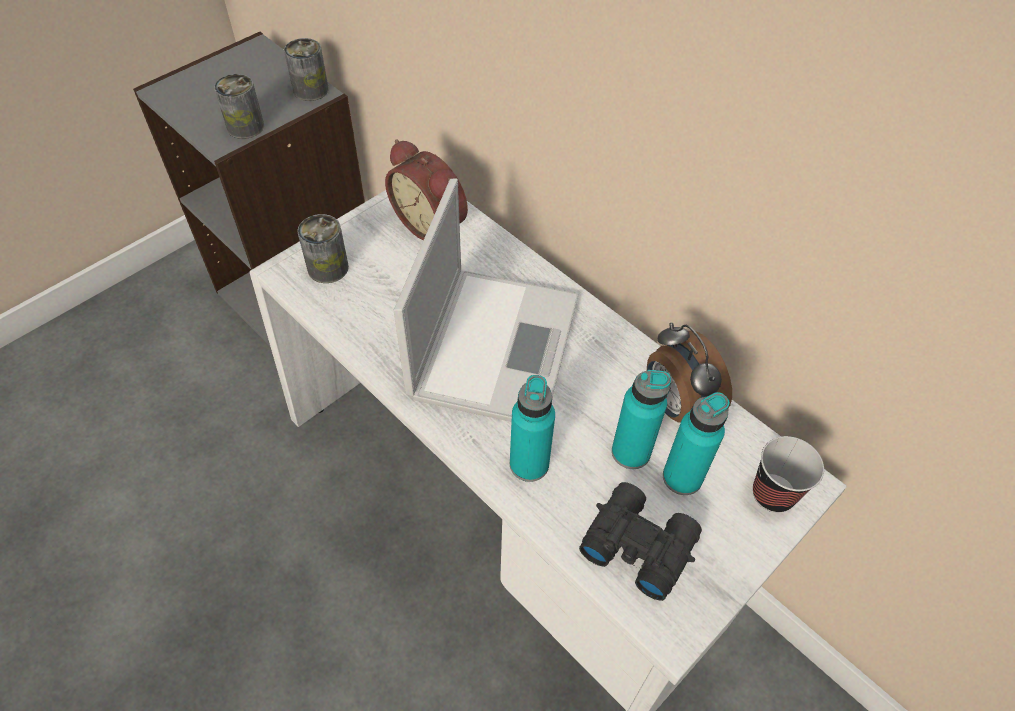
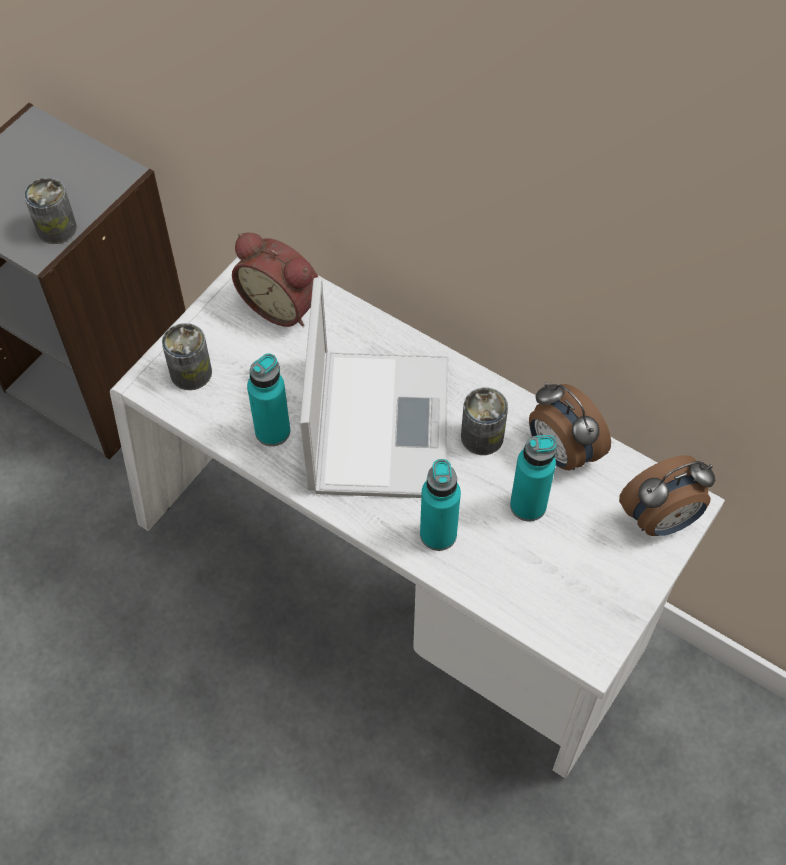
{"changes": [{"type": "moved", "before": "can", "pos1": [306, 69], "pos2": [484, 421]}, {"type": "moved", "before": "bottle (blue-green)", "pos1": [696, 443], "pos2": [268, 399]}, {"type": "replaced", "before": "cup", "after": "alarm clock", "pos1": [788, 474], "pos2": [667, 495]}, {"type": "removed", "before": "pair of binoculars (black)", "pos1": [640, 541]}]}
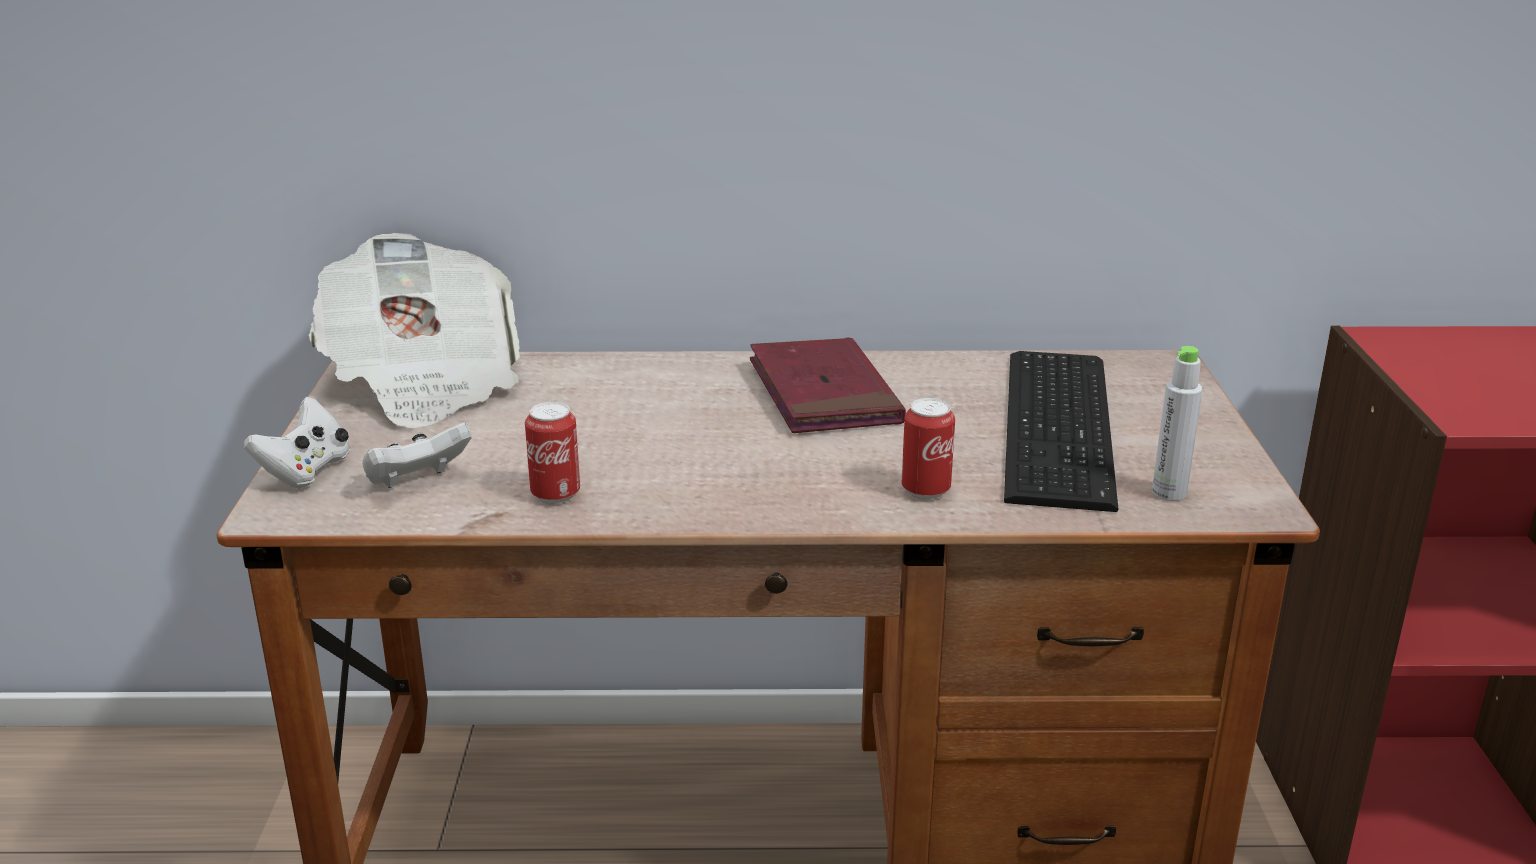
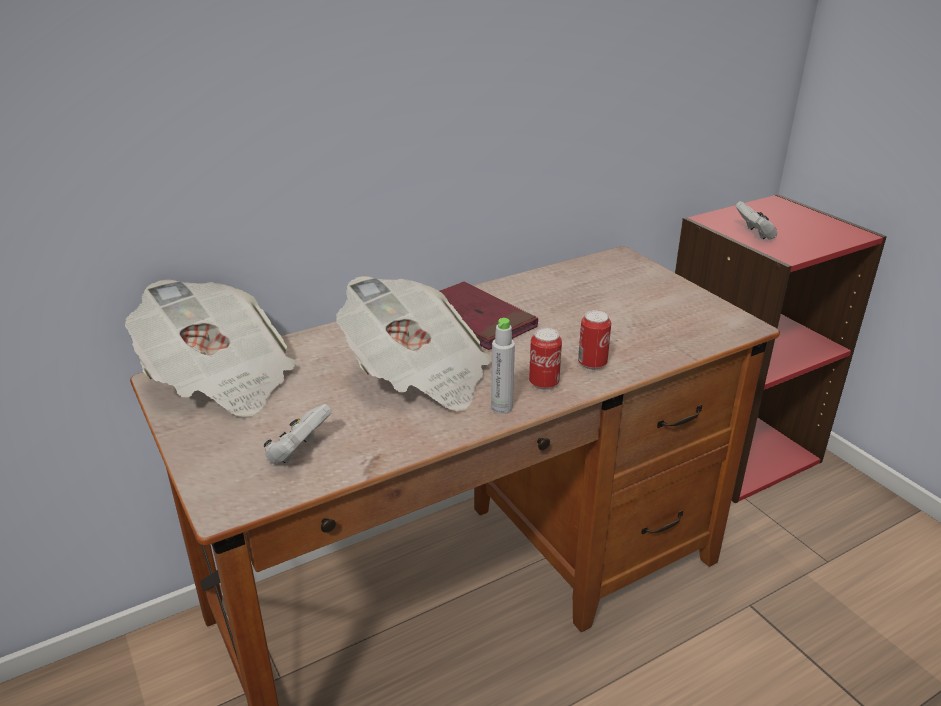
{"changes": [{"type": "moved", "before": "bottle (gray)", "pos1": [1177, 423], "pos2": [503, 366]}, {"type": "removed", "before": "PC keyboard", "pos1": [1061, 431]}, {"type": "moved", "before": "game controller (white-coloured)", "pos1": [297, 442], "pos2": [756, 220]}, {"type": "moved", "before": "can", "pos1": [552, 453], "pos2": [545, 359]}, {"type": "added", "after": "printed paper", "pos2": [413, 343]}]}
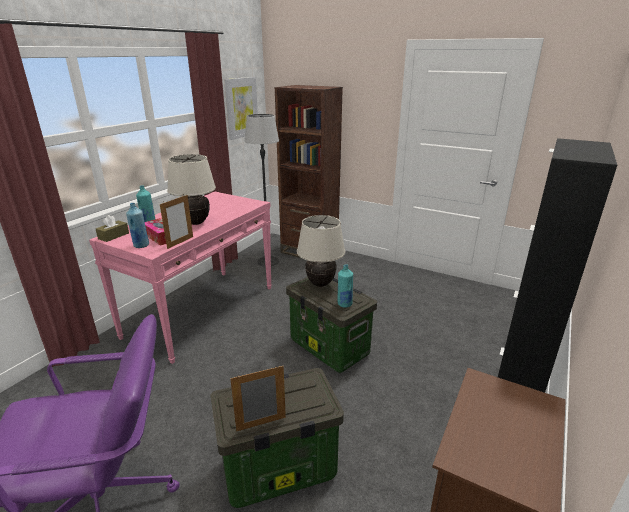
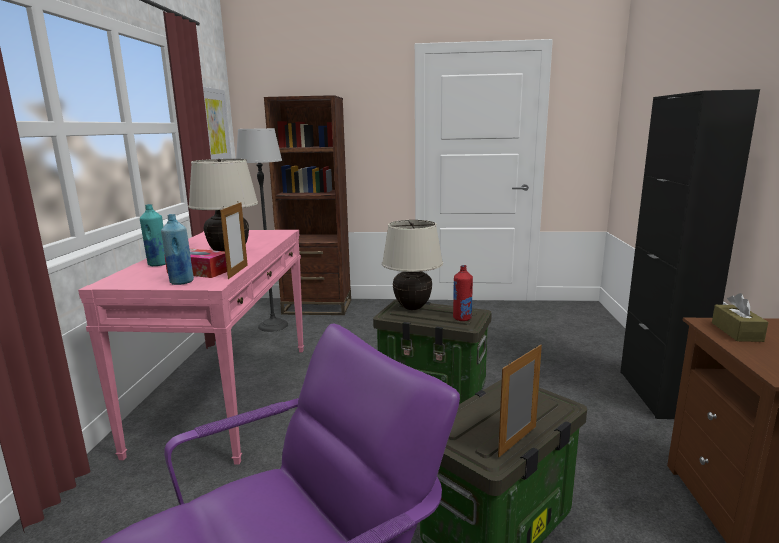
{"changes": [{"type": "moved", "before": "tissue holder (brown)", "pos1": [112, 228], "pos2": [740, 317]}, {"type": "recoloured", "before": "bottle (blue-green)", "after": "bottle (red-coloured)", "pos1": [345, 286], "pos2": [463, 293]}]}
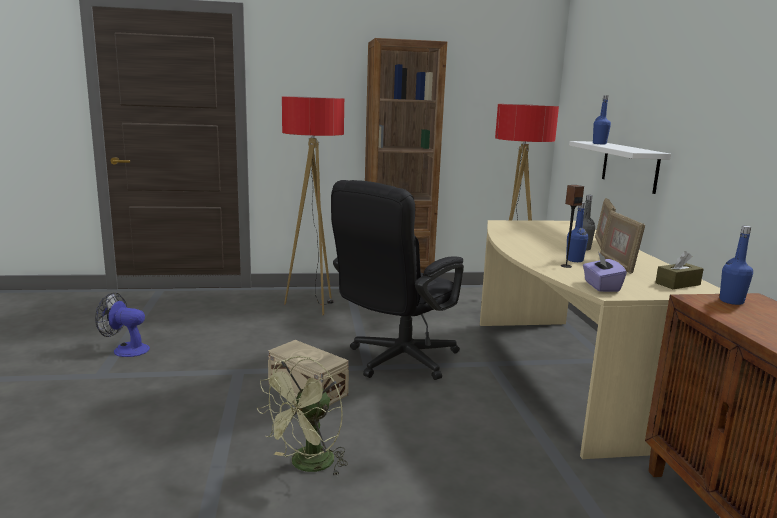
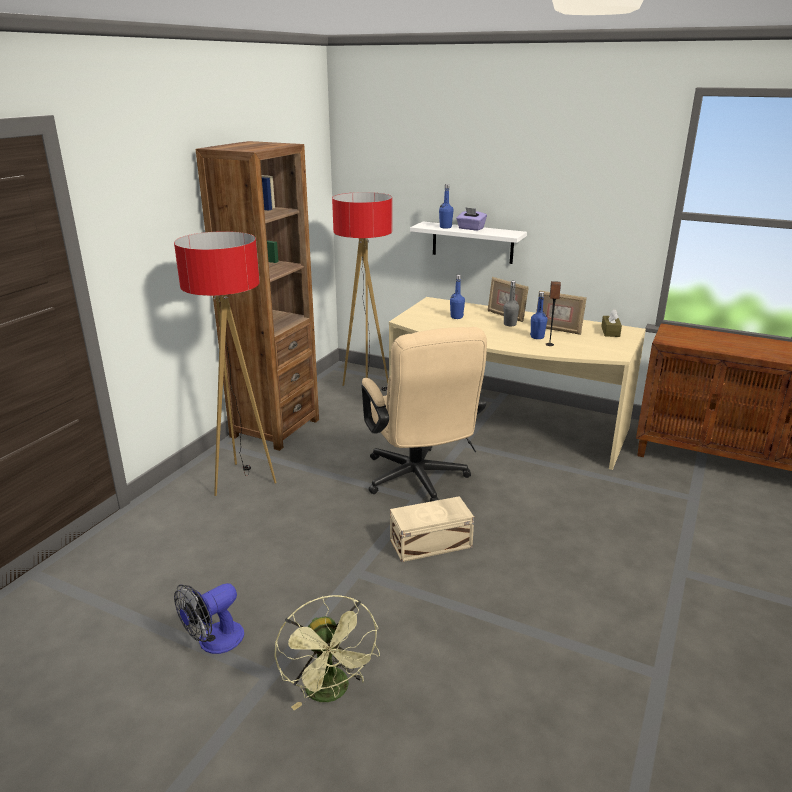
{"changes": [{"type": "recoloured", "before": "office chair (black)", "after": "office chair (beige-coloured)", "pos1": [397, 280], "pos2": [424, 414]}, {"type": "moved", "before": "bottle (bluish)", "pos1": [736, 265], "pos2": [457, 297]}, {"type": "moved", "before": "tissue holder (purple-coloured)", "pos1": [605, 272], "pos2": [471, 219]}, {"type": "moved", "before": "electric fan (green)", "pos1": [302, 415], "pos2": [327, 652]}]}
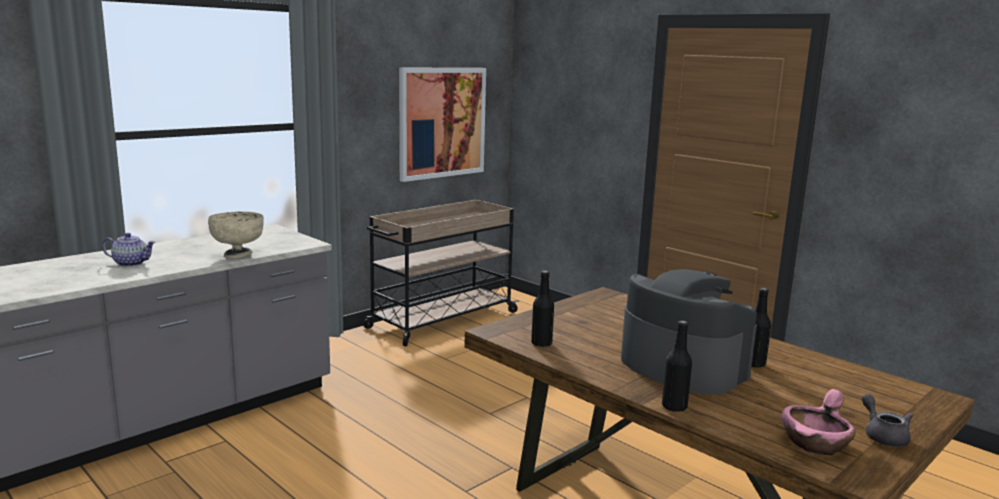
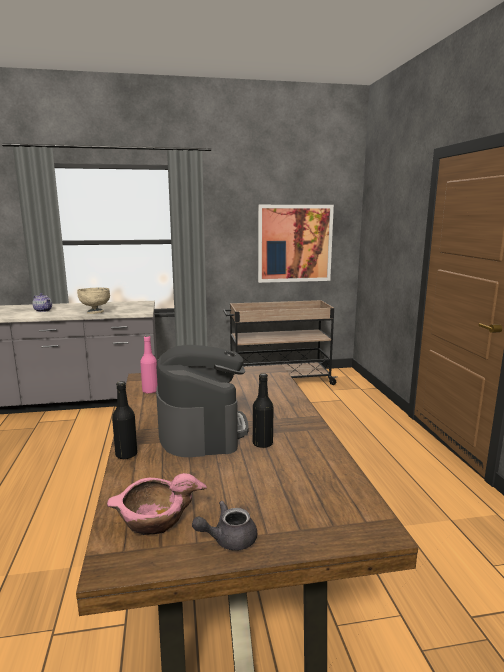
{"changes": [{"type": "recoloured", "before": "bottle (black)", "after": "bottle (pinkish)", "pos1": [542, 309], "pos2": [148, 365]}, {"type": "turned", "before": "pot for tea (gray)", "pos1": [887, 420], "pos2": [224, 526], "turn": -135}]}
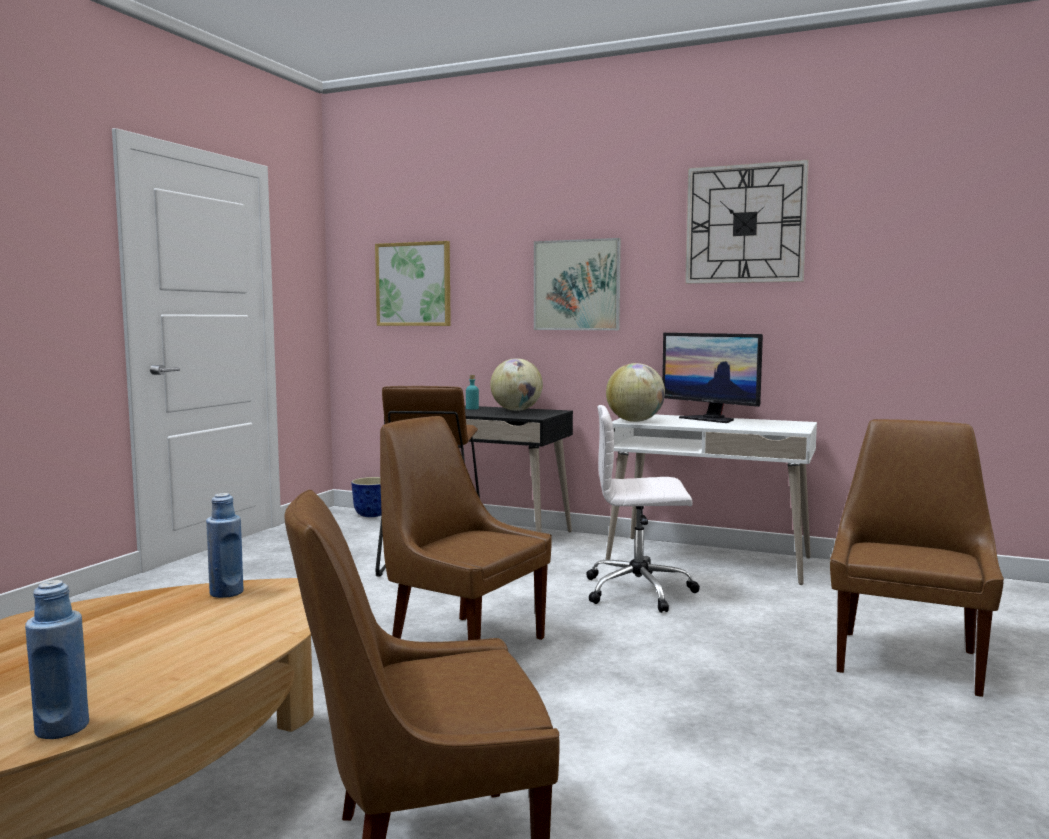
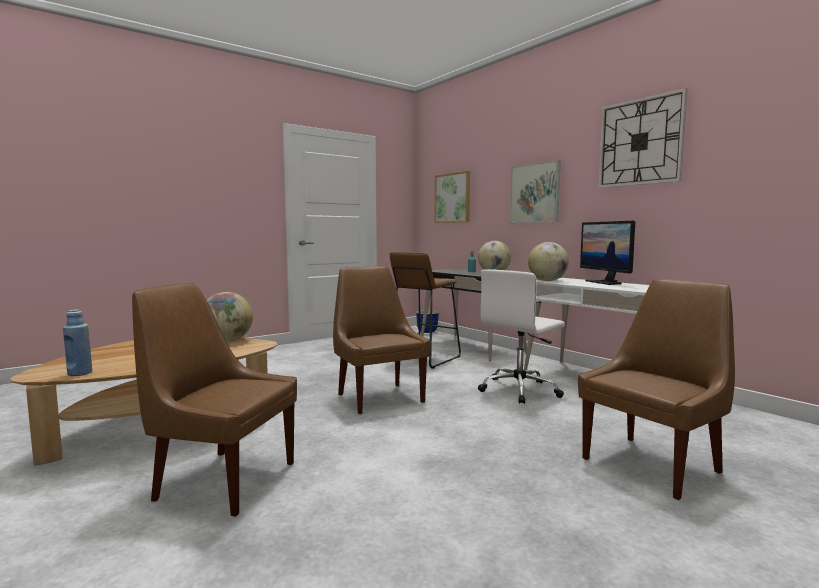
{"changes": [{"type": "turned", "before": "office chair (white-coloured)", "pos1": [643, 509], "pos2": [521, 336], "turn": -75}, {"type": "replaced", "before": "bottle (bluish)", "after": "desk globe", "pos1": [225, 545], "pos2": [230, 317]}]}
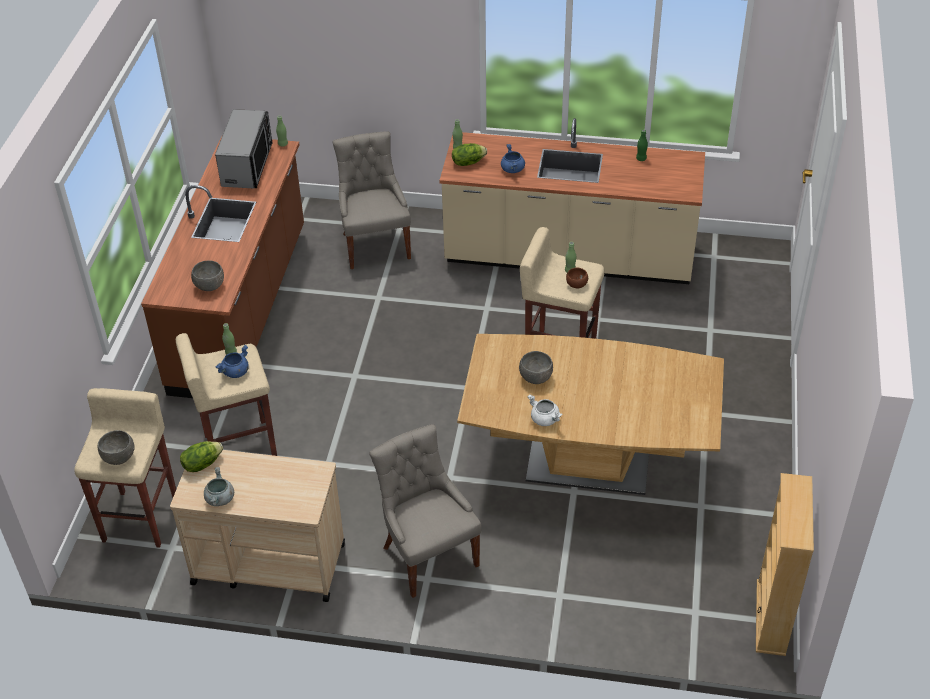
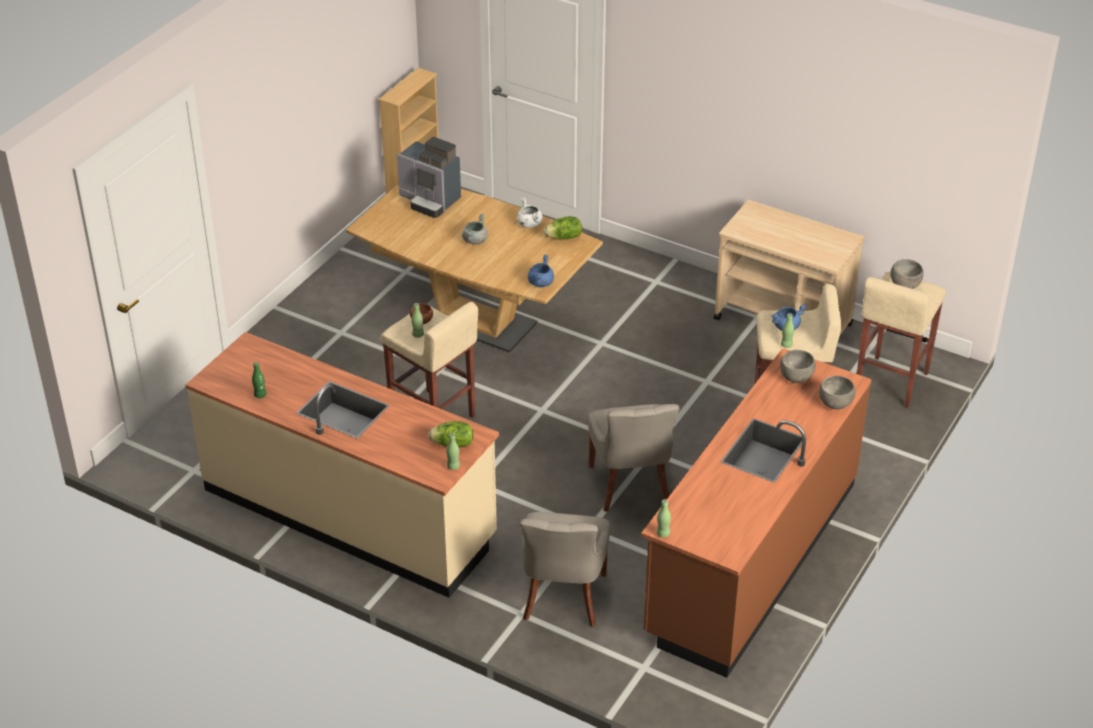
{"changes": [{"type": "removed", "before": "kitchen microwave", "pos1": [244, 148]}, {"type": "moved", "before": "stockpot (bluish)", "pos1": [513, 158], "pos2": [541, 271]}, {"type": "moved", "before": "deep dish (gray)", "pos1": [536, 367], "pos2": [837, 392]}, {"type": "moved", "before": "plain chair (gray)", "pos1": [425, 511], "pos2": [634, 458]}, {"type": "moved", "before": "head of lettuce", "pos1": [201, 456], "pos2": [563, 228]}, {"type": "moved", "before": "stockpot (gray)", "pos1": [219, 486], "pos2": [475, 229]}, {"type": "added", "after": "coffee brewer", "pos2": [429, 177]}]}
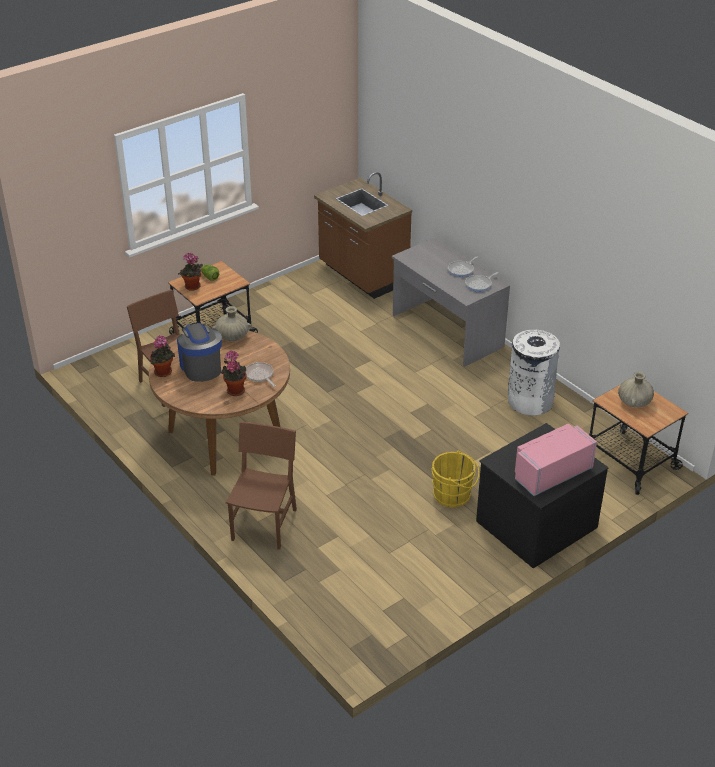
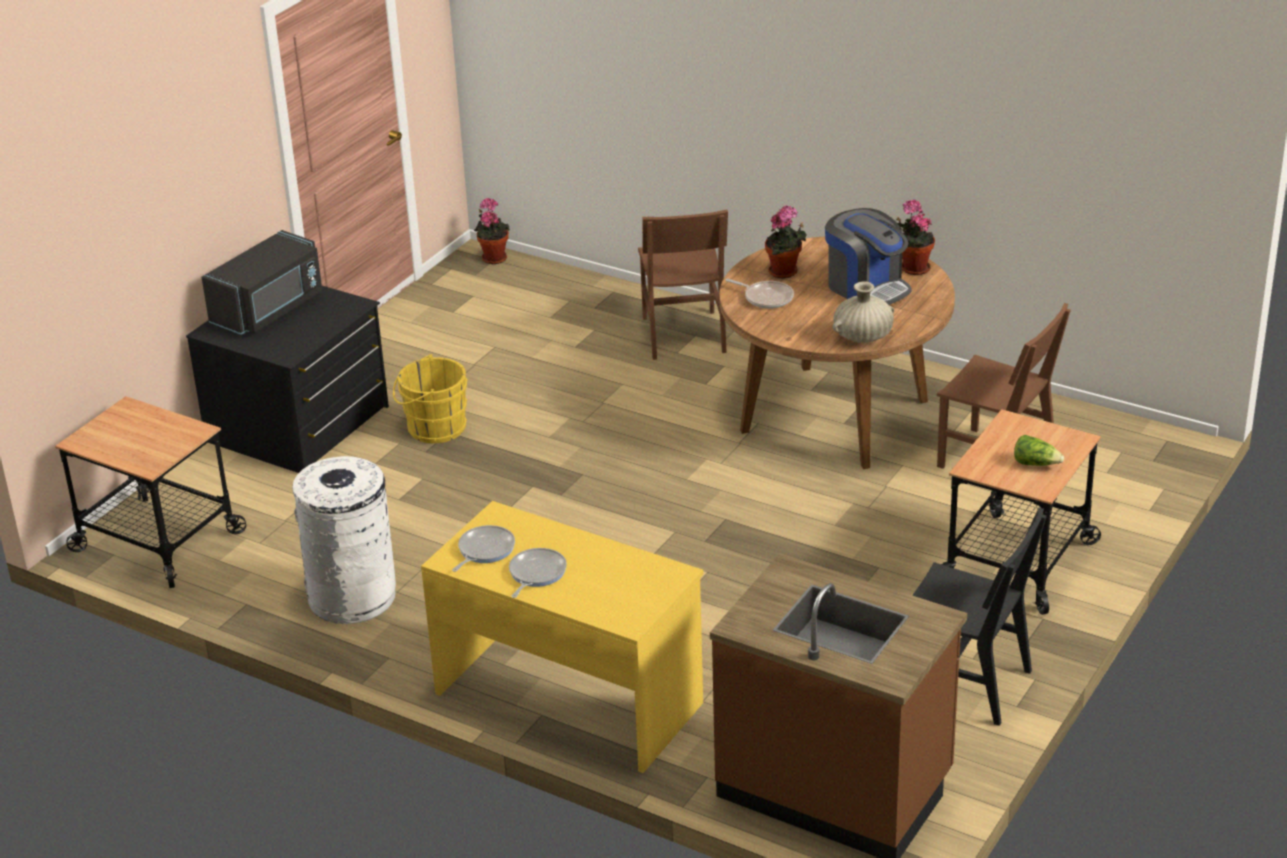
{"changes": [{"type": "recoloured", "before": "desk unit (gray)", "after": "desk unit (yellowish)", "pos1": [451, 302], "pos2": [562, 637]}, {"type": "moved", "before": "houseplant", "pos1": [190, 271], "pos2": [492, 231]}, {"type": "removed", "before": "decorative vase (beige-coloured)", "pos1": [636, 389]}, {"type": "recoloured", "before": "kitchen microwave (pinkish)", "after": "kitchen microwave (black)", "pos1": [556, 460], "pos2": [262, 282]}, {"type": "added", "after": "plain chair (black)", "pos2": [979, 616]}]}
